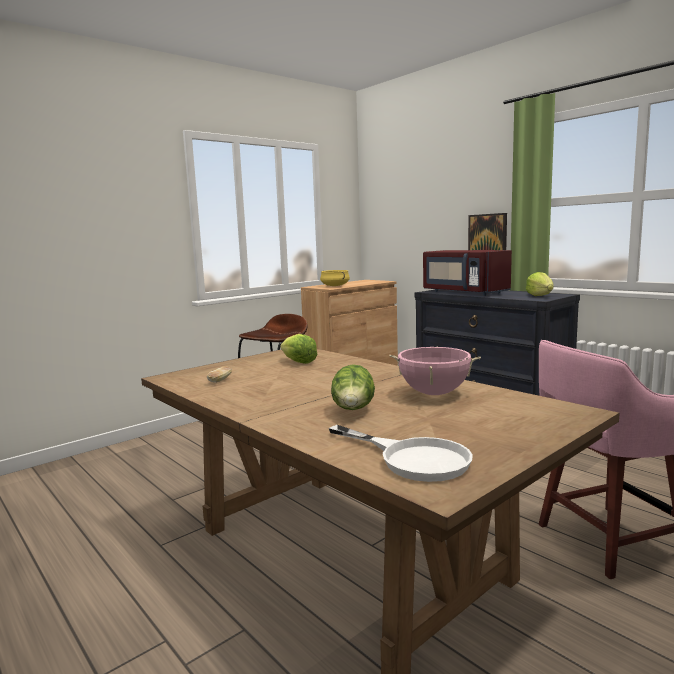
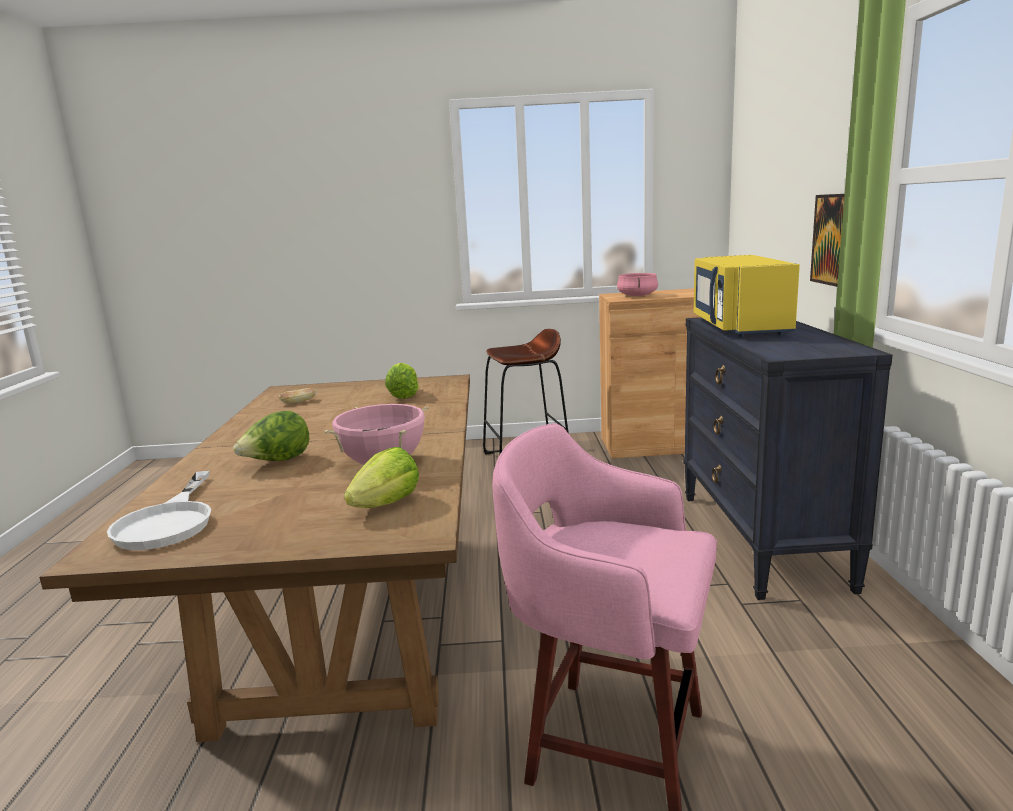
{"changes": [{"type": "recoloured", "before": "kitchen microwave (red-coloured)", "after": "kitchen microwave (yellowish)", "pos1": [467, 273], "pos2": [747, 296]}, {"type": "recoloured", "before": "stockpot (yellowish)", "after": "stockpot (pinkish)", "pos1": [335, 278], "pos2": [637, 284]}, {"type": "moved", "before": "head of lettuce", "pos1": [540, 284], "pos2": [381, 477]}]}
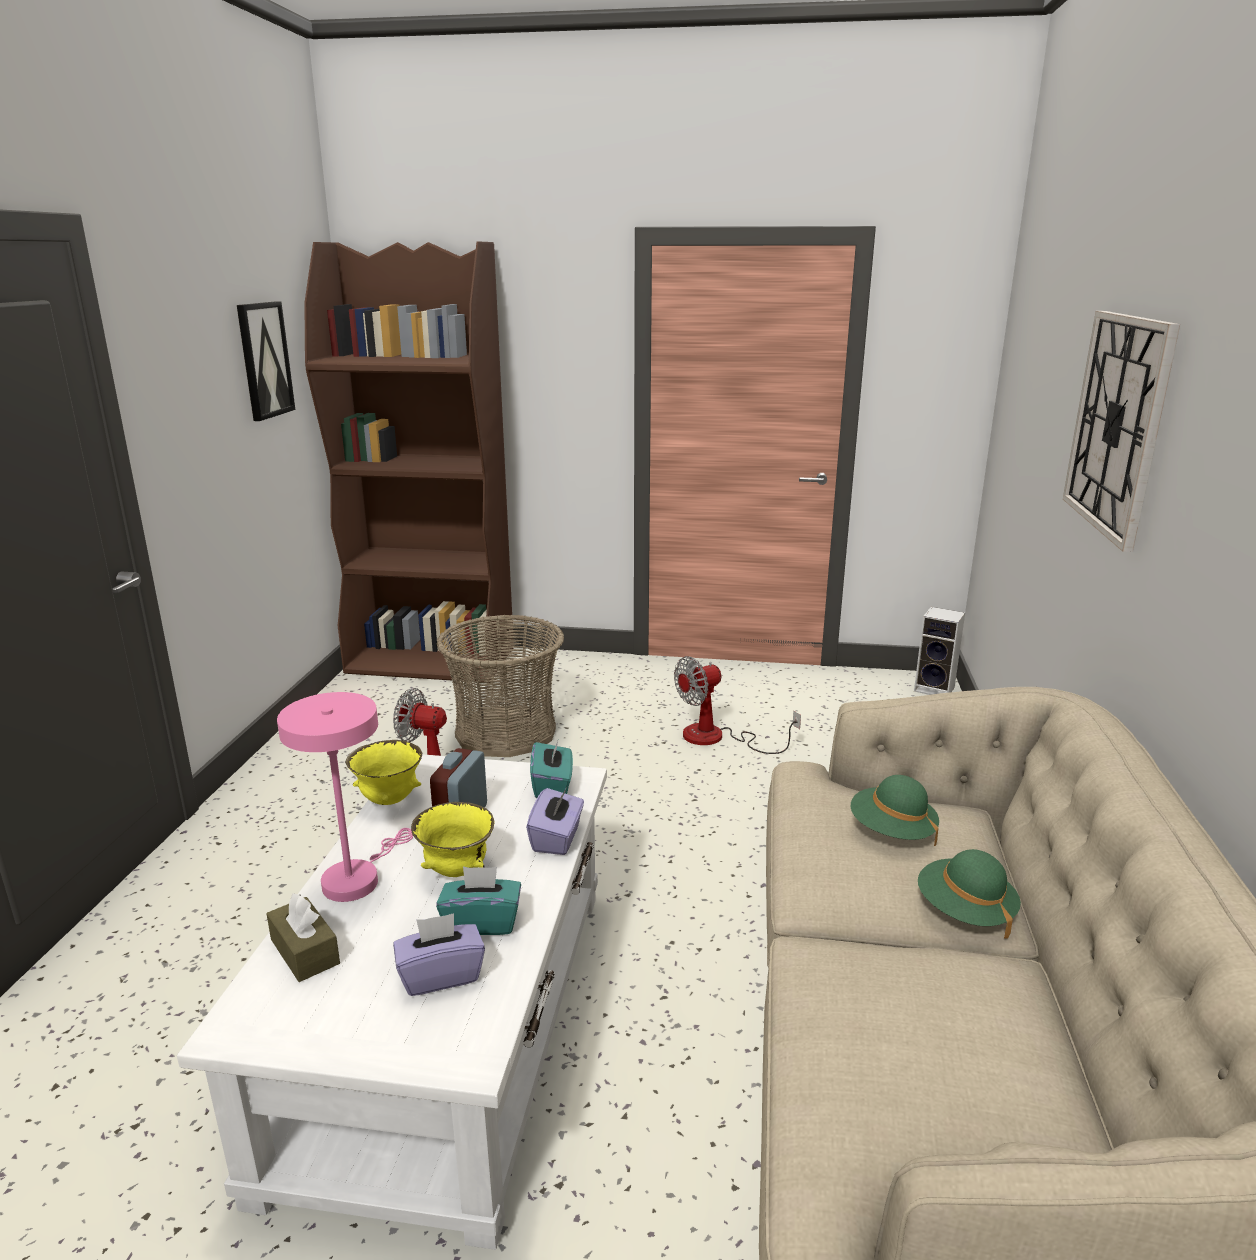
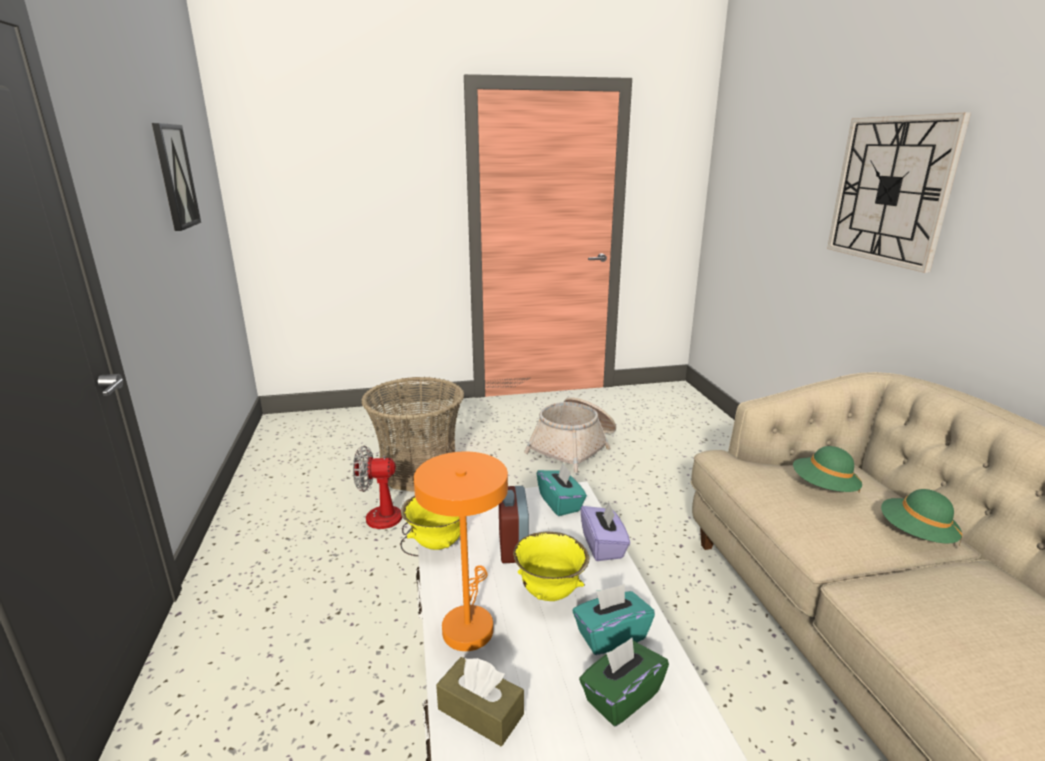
{"changes": [{"type": "removed", "before": "bookcase (brown)", "pos1": [409, 461]}, {"type": "removed", "before": "loudspeaker", "pos1": [939, 651]}, {"type": "replaced", "before": "electric fan", "after": "basket", "pos1": [737, 705], "pos2": [570, 435]}, {"type": "recoloured", "before": "table lamp (pinkish)", "after": "table lamp (orangey)", "pos1": [345, 797], "pos2": [461, 551]}, {"type": "recoloured", "before": "tissue holder (purple-coloured)", "after": "tissue holder (green)", "pos1": [439, 954], "pos2": [624, 682]}]}
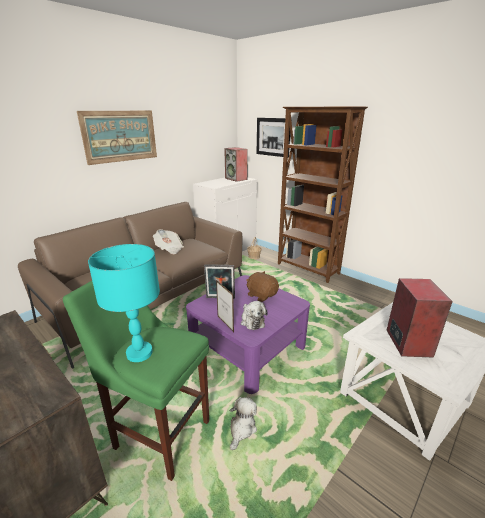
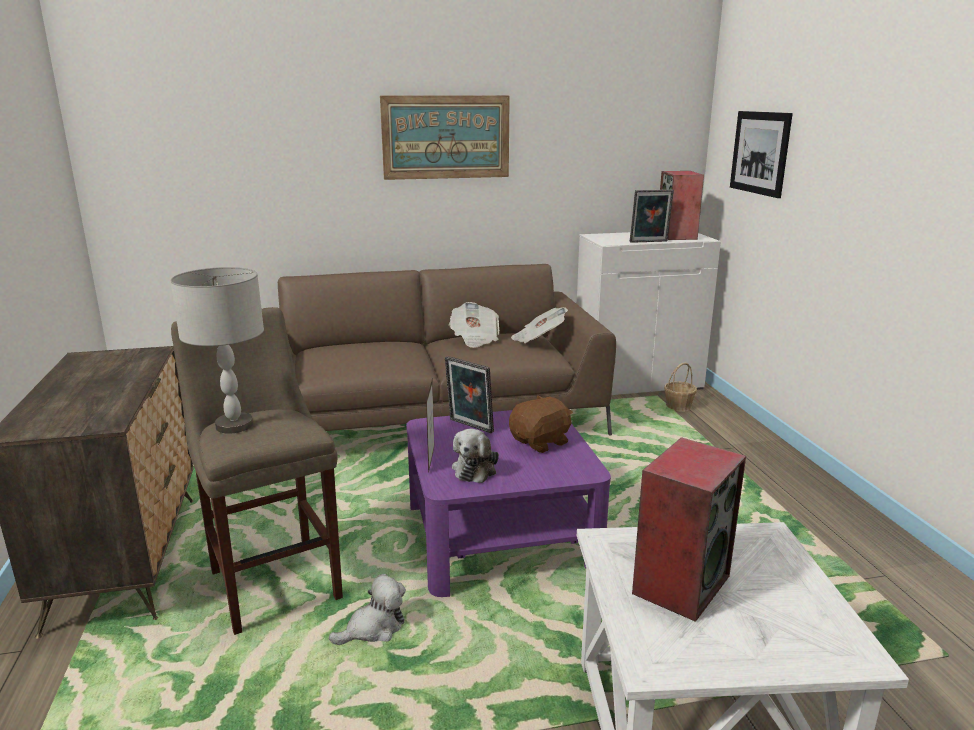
{"changes": [{"type": "removed", "before": "bookcase (brown)", "pos1": [323, 195]}, {"type": "recoloured", "before": "table lamp (blue-green)", "after": "table lamp (gray)", "pos1": [124, 303], "pos2": [217, 350]}, {"type": "turned", "before": "cuddly toy (brown)", "pos1": [262, 286], "pos2": [541, 424], "turn": 60}, {"type": "recoloured", "before": "stool seat (green)", "after": "stool seat (beige-coloured)", "pos1": [136, 381], "pos2": [257, 471]}, {"type": "added", "after": "photo frame", "pos2": [652, 216]}, {"type": "added", "after": "printed paper", "pos2": [539, 325]}]}
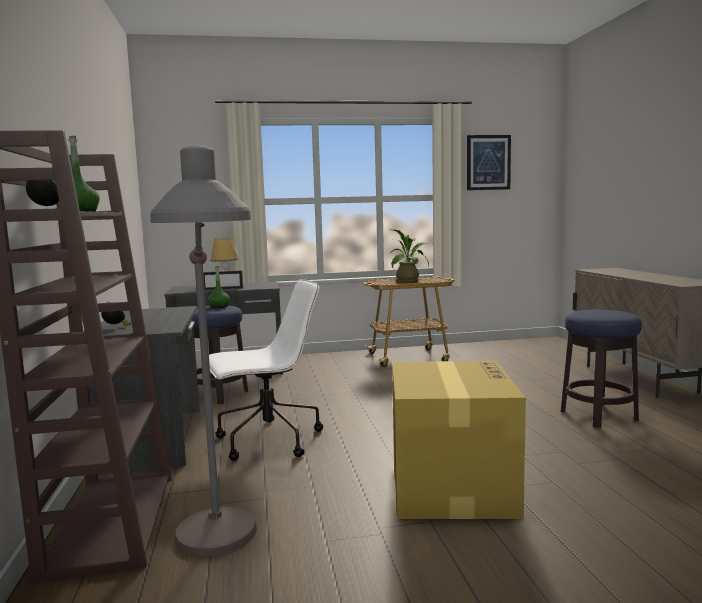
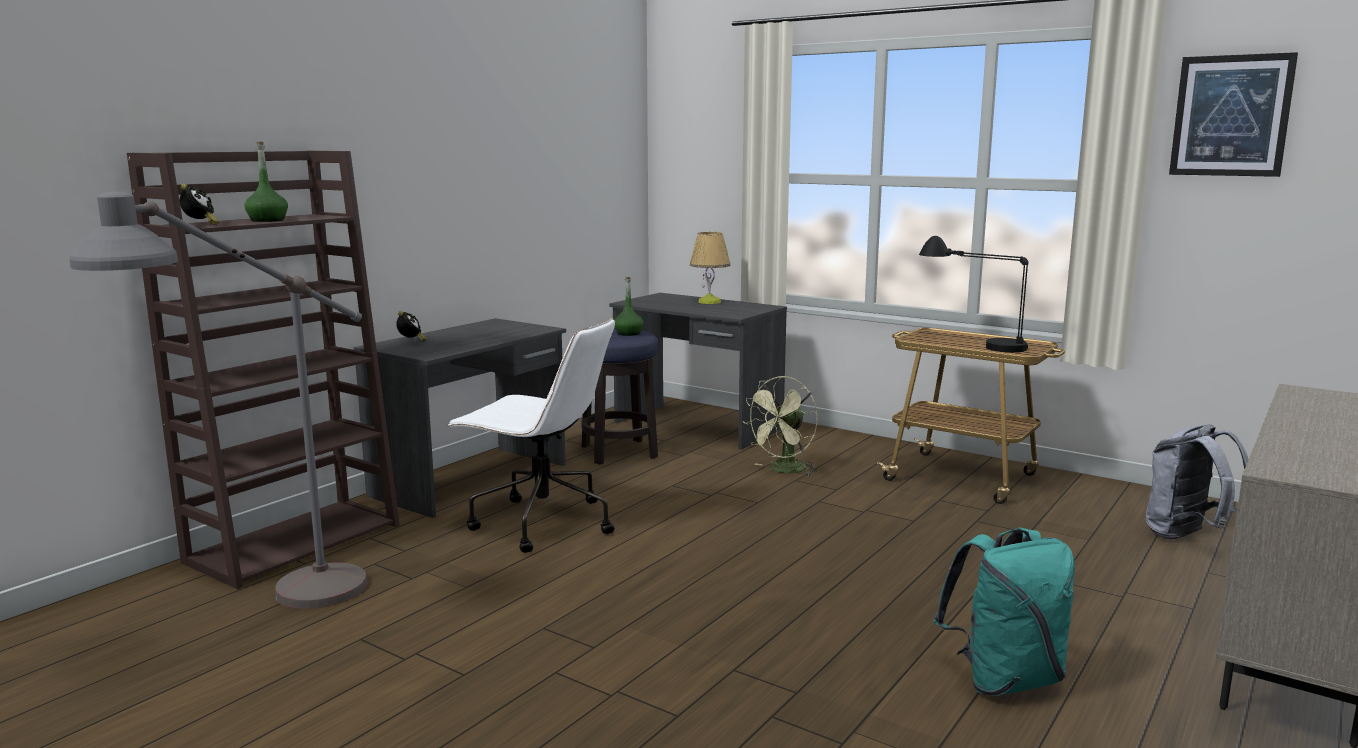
{"changes": [{"type": "replaced", "before": "houseplant", "after": "table lamp (black)", "pos1": [412, 256], "pos2": [974, 294]}, {"type": "removed", "before": "photo frame", "pos1": [223, 280]}, {"type": "replaced", "before": "stool seat", "after": "rucksack (blue-green)", "pos1": [601, 369], "pos2": [1004, 611]}, {"type": "removed", "before": "carton", "pos1": [459, 439]}, {"type": "added", "after": "electric fan (green)", "pos2": [780, 426]}, {"type": "added", "after": "rucksack (gray)", "pos2": [1197, 481]}]}
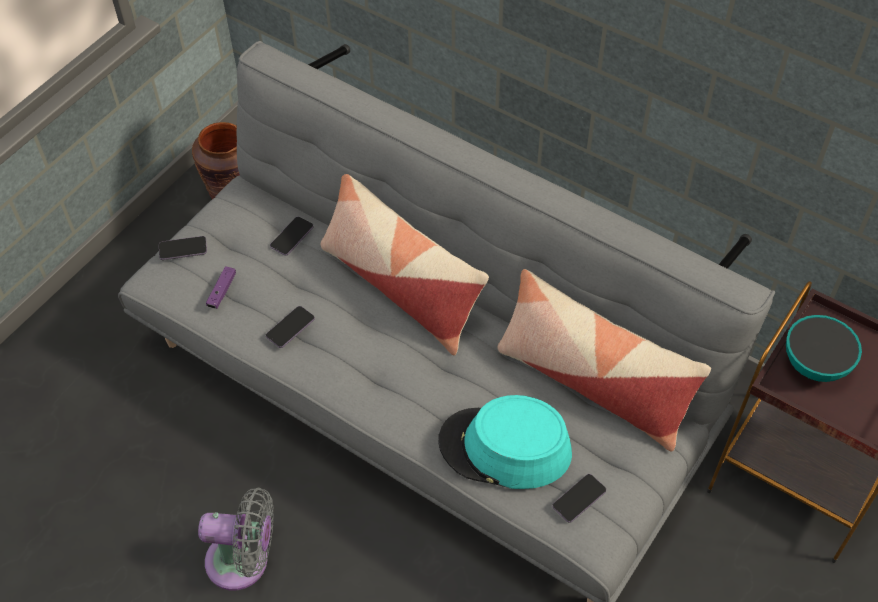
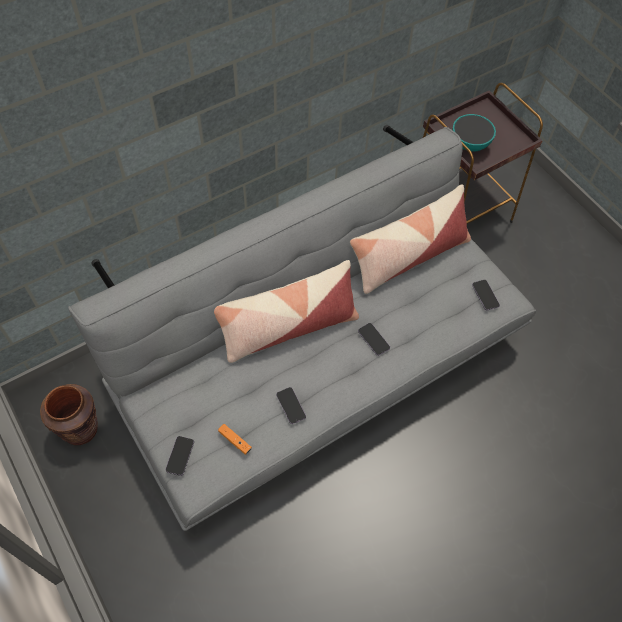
{"changes": [{"type": "moved", "before": "telephone", "pos1": [292, 236], "pos2": [374, 339]}, {"type": "recoloured", "before": "game controller (purple-coloured)", "after": "game controller (orangey)", "pos1": [221, 288], "pos2": [235, 439]}, {"type": "removed", "before": "clothing hat (blue-green)", "pos1": [505, 442]}, {"type": "removed", "before": "electric fan (gray)", "pos1": [236, 539]}]}
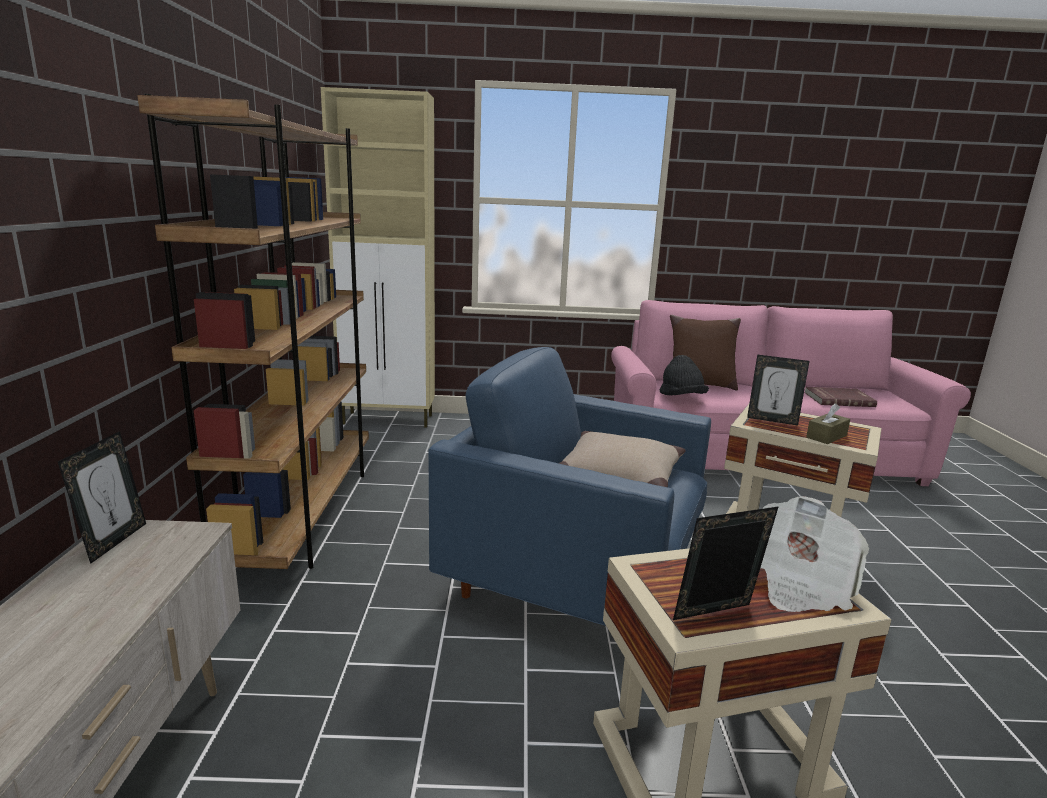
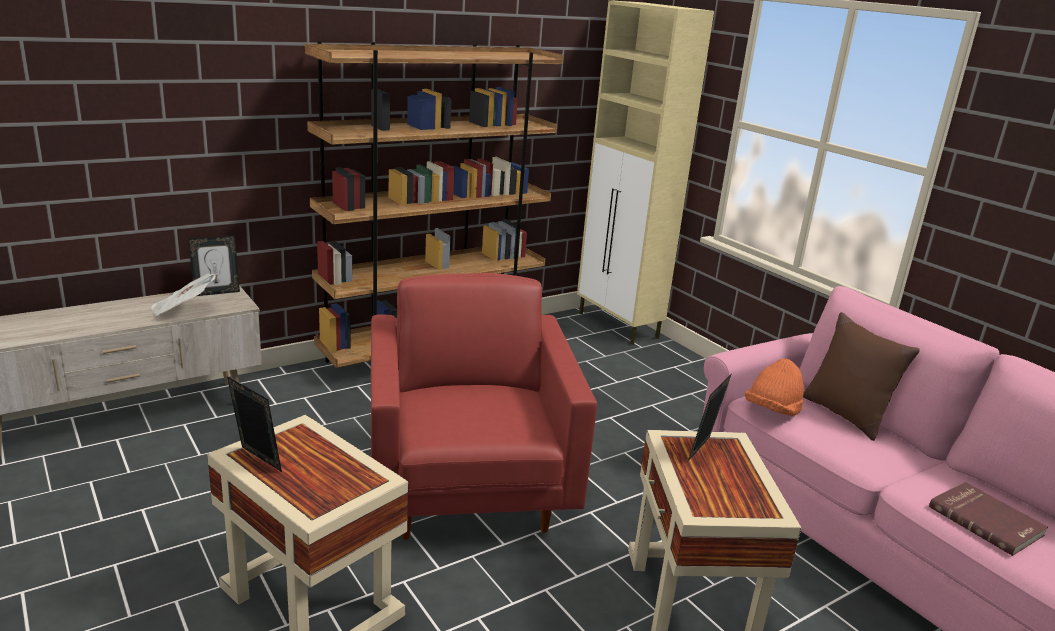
{"changes": [{"type": "recoloured", "before": "easy chair (bluish)", "after": "easy chair (red-coloured)", "pos1": [569, 486], "pos2": [484, 406]}, {"type": "recoloured", "before": "clothing hat (black)", "after": "clothing hat (orangey)", "pos1": [684, 375], "pos2": [774, 387]}, {"type": "turned", "before": "photo frame", "pos1": [778, 390], "pos2": [710, 417], "turn": 45}, {"type": "removed", "before": "tissue holder (brown)", "pos1": [828, 423]}, {"type": "removed", "before": "throw pillow (beige-coloured)", "pos1": [622, 459]}, {"type": "moved", "before": "printed paper", "pos1": [814, 554], "pos2": [183, 294]}]}
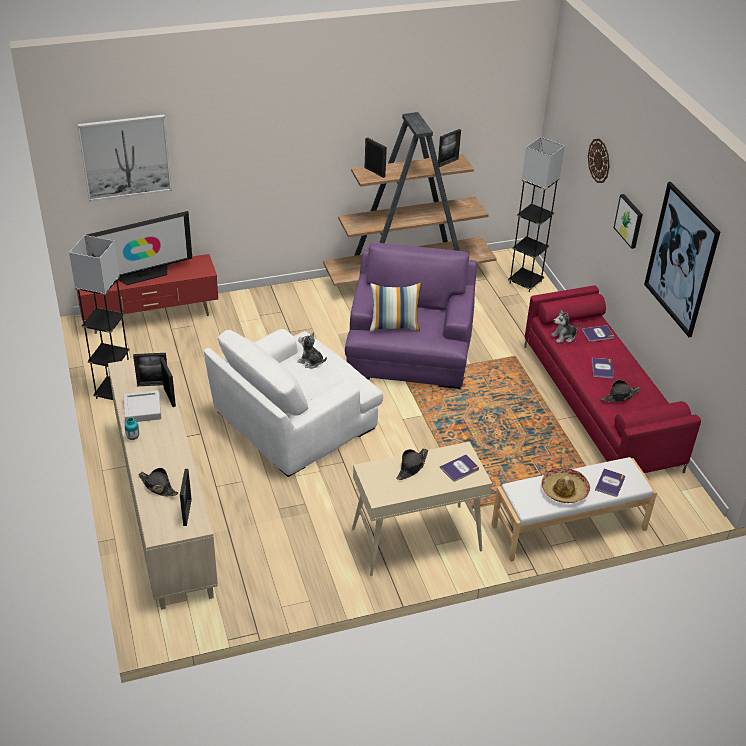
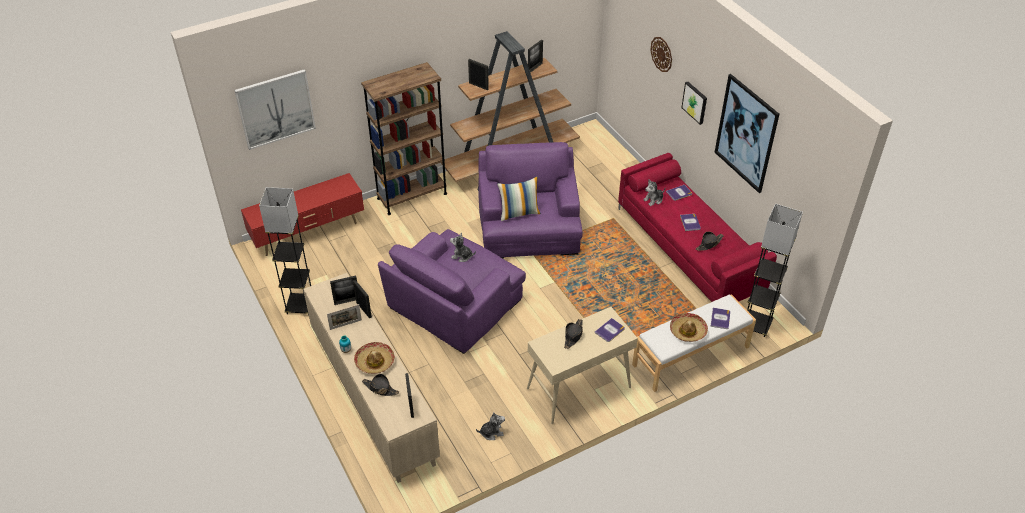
{"changes": [{"type": "moved", "before": "standard lamp (gray)", "pos1": [536, 214], "pos2": [775, 270]}, {"type": "removed", "before": "TV set", "pos1": [139, 248]}, {"type": "recoloured", "before": "easy chair (white-coloured)", "after": "easy chair (purple-coloured)", "pos1": [293, 403], "pos2": [452, 291]}, {"type": "replaced", "before": "tray (gray)", "after": "photo frame", "pos1": [142, 406], "pos2": [344, 317]}, {"type": "added", "after": "bookcase (brown)", "pos2": [404, 138]}, {"type": "added", "after": "clothing hat", "pos2": [374, 358]}, {"type": "added", "after": "cuddly toy", "pos2": [490, 426]}]}
